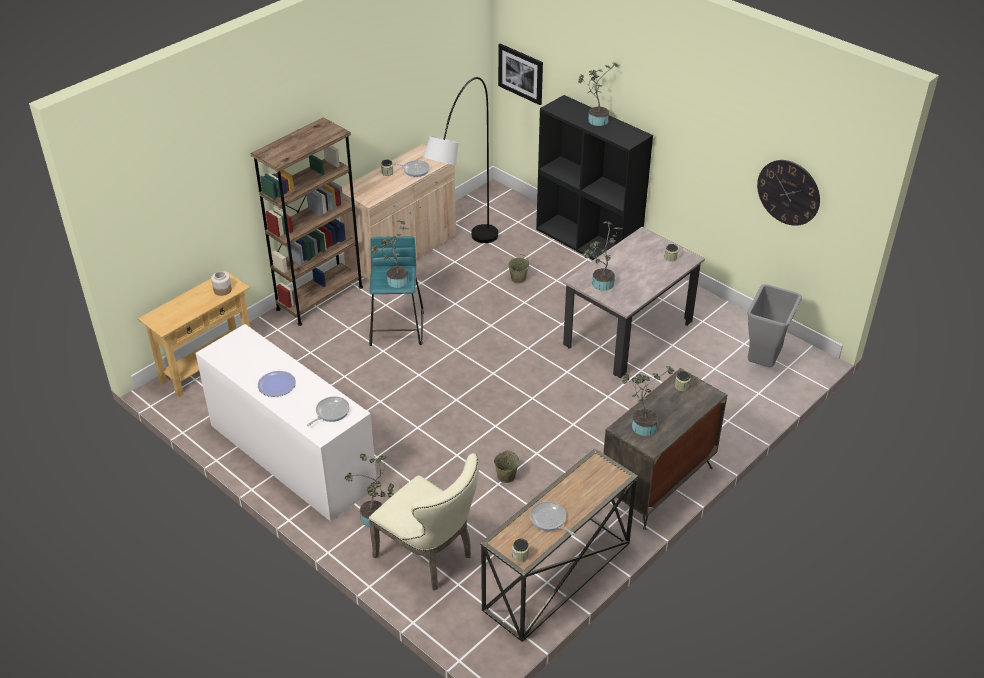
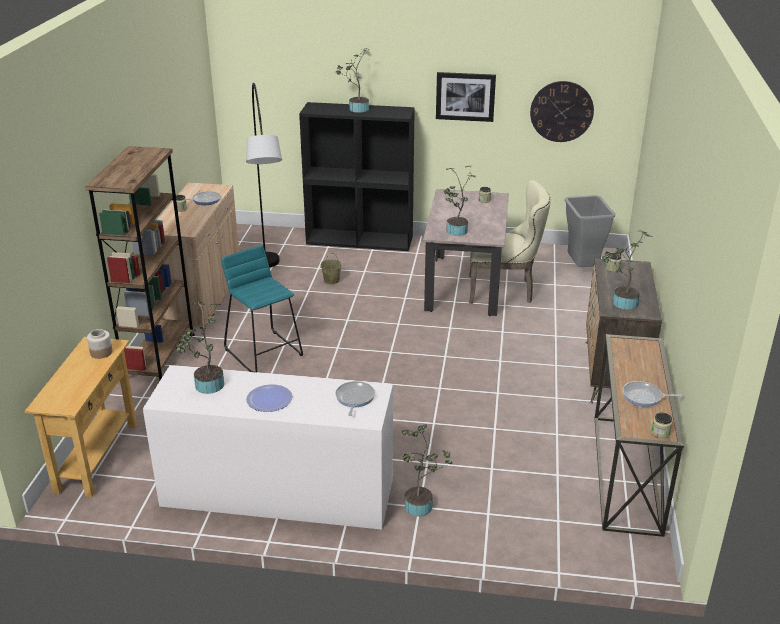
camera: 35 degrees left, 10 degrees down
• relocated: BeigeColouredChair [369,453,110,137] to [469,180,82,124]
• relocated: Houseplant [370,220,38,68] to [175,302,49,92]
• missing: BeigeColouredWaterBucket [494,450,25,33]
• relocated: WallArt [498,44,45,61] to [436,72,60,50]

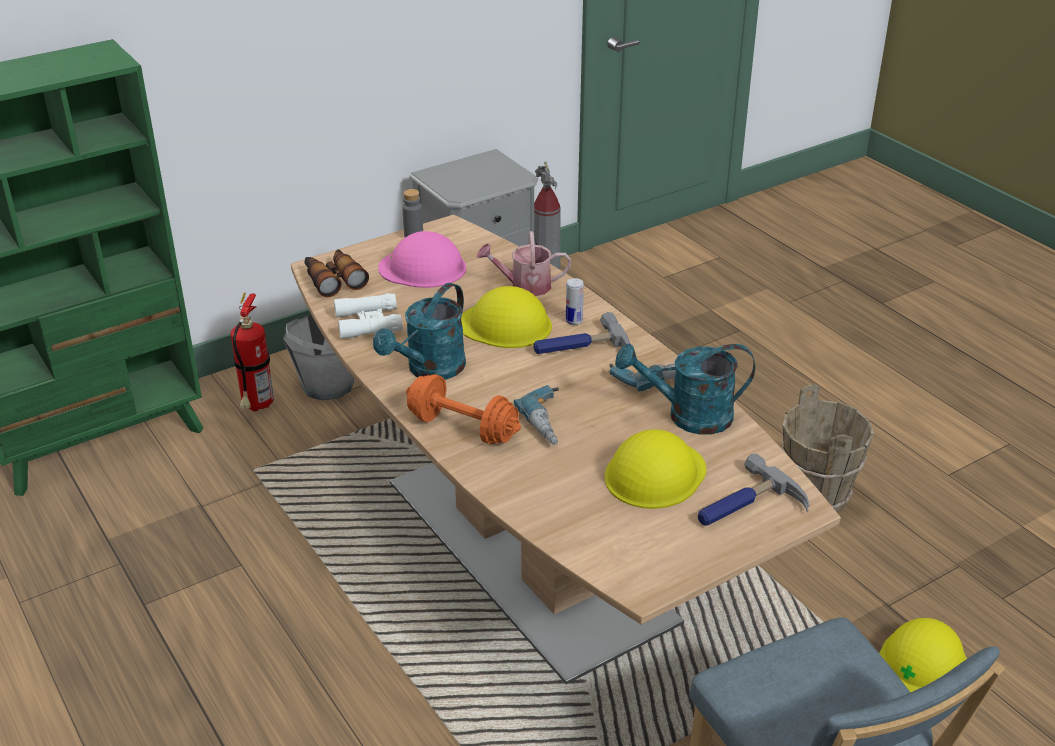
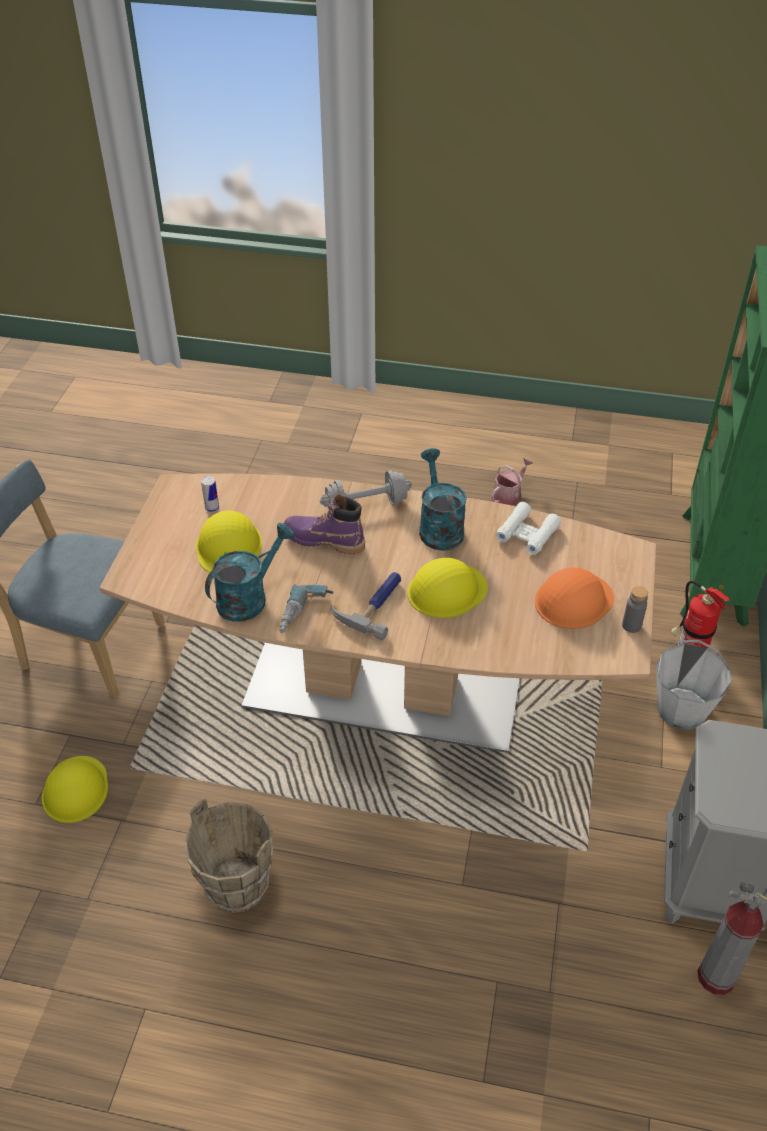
camera: 135 degrees right, 10 degrees up
• missing: Binoculars [305,249,64,48]
• colour: PinkishSafetyHelmet [378,231,88,57] to OrangeColouredSafetyHelmet [535,567,79,62]
• colour: OrangeColouredDumbbell [406,374,115,70] to GreyDumbbell [320,470,92,39]
• relocated: WateringPot [476,231,95,65] to [491,458,42,48]
• exchanged: ElectricDrill [514,385,45,60] to PurpleHighTopBoot [284,494,81,60]
• relocated: Can [566,278,18,47] to [201,476,18,36]
• missing: Hammer [698,454,111,71]

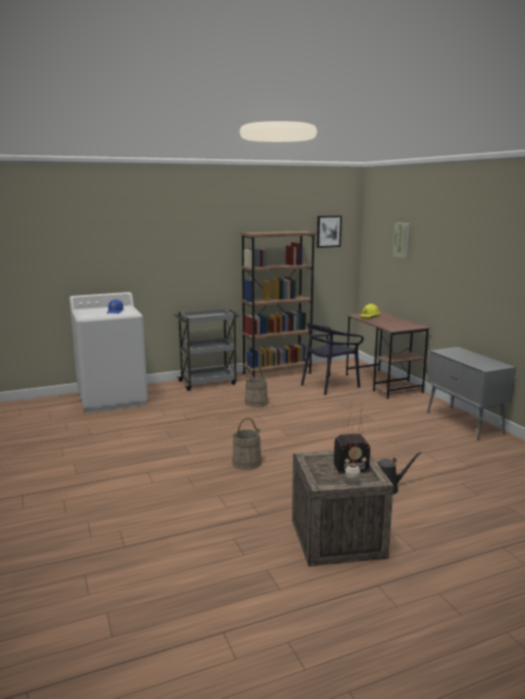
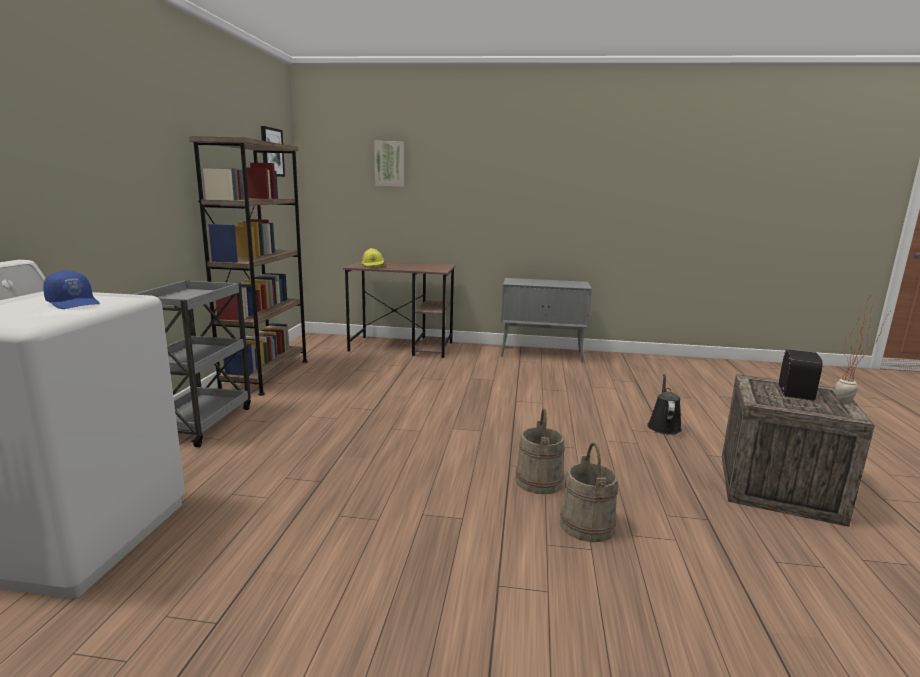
camera: 60 degrees left, 0 degrees up
• relocated: BeigeColouredWaterBucket [245,367,23,40] to [560,443,58,99]
• missing: BlackishChair [301,323,63,72]

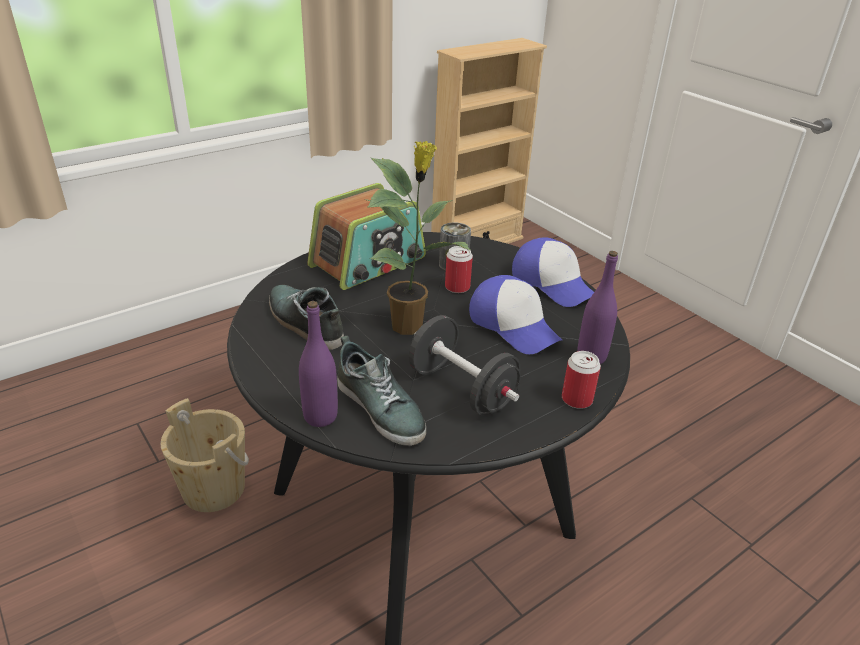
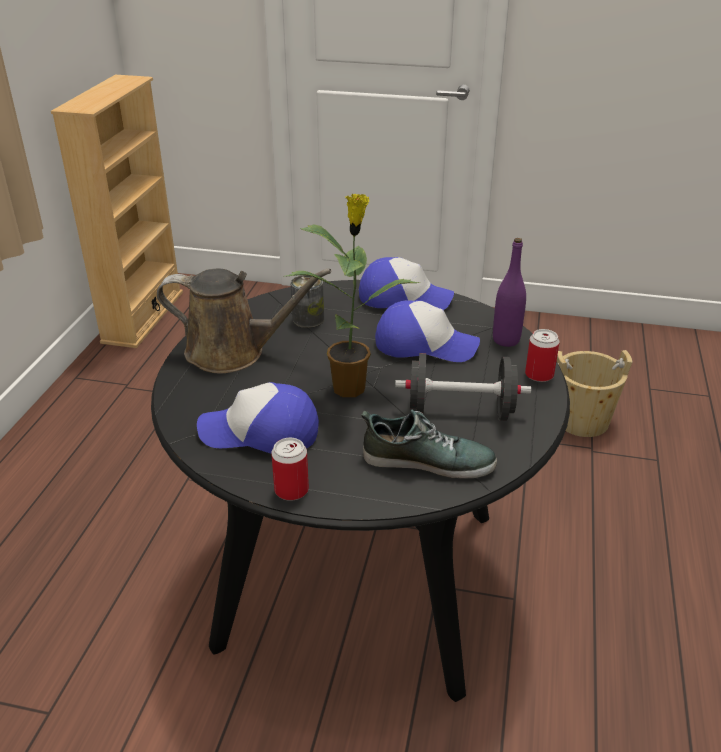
camera: 40 degrees left, 0 degrees up
• relocated: BeigeColouredWaterBucket [161,398,88,114] to [557,350,75,87]
• exchanged: LowShoe [269,285,75,65] to PeakedCap [197,382,122,71]
• missing: PurpleDrinkBottle [299,301,39,126]
• exchanged: RadioReceiver [307,183,119,107] to BrownColouredWateringPot [157,269,174,104]
• relocated: Can [445,246,28,47] to [271,438,38,63]

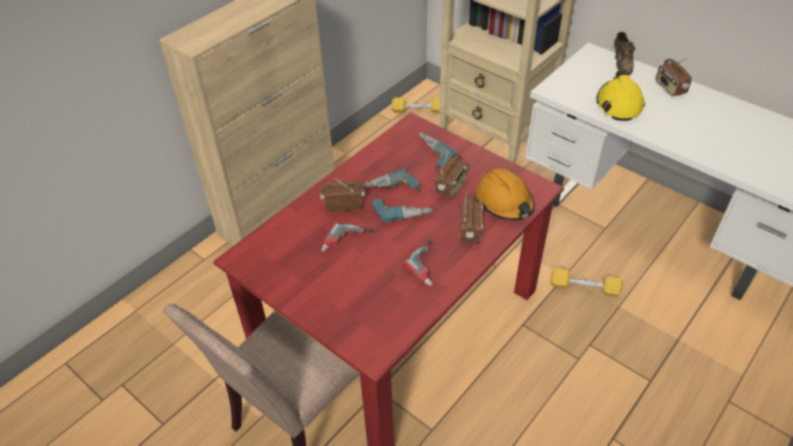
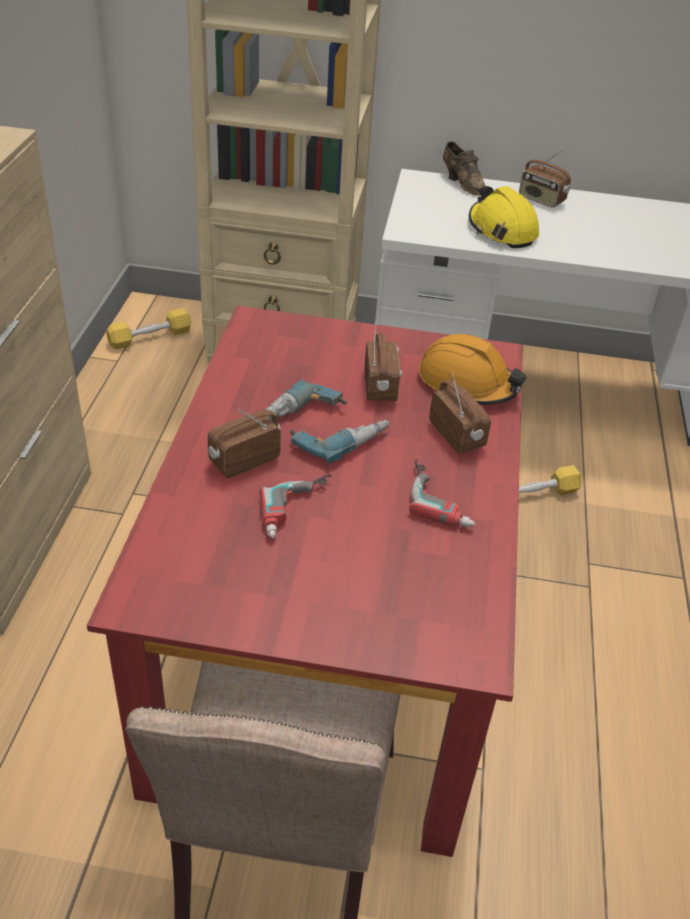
camera: 35 degrees left, 5 degrees down
• missing: ElectricDrill [419,133,38,36]

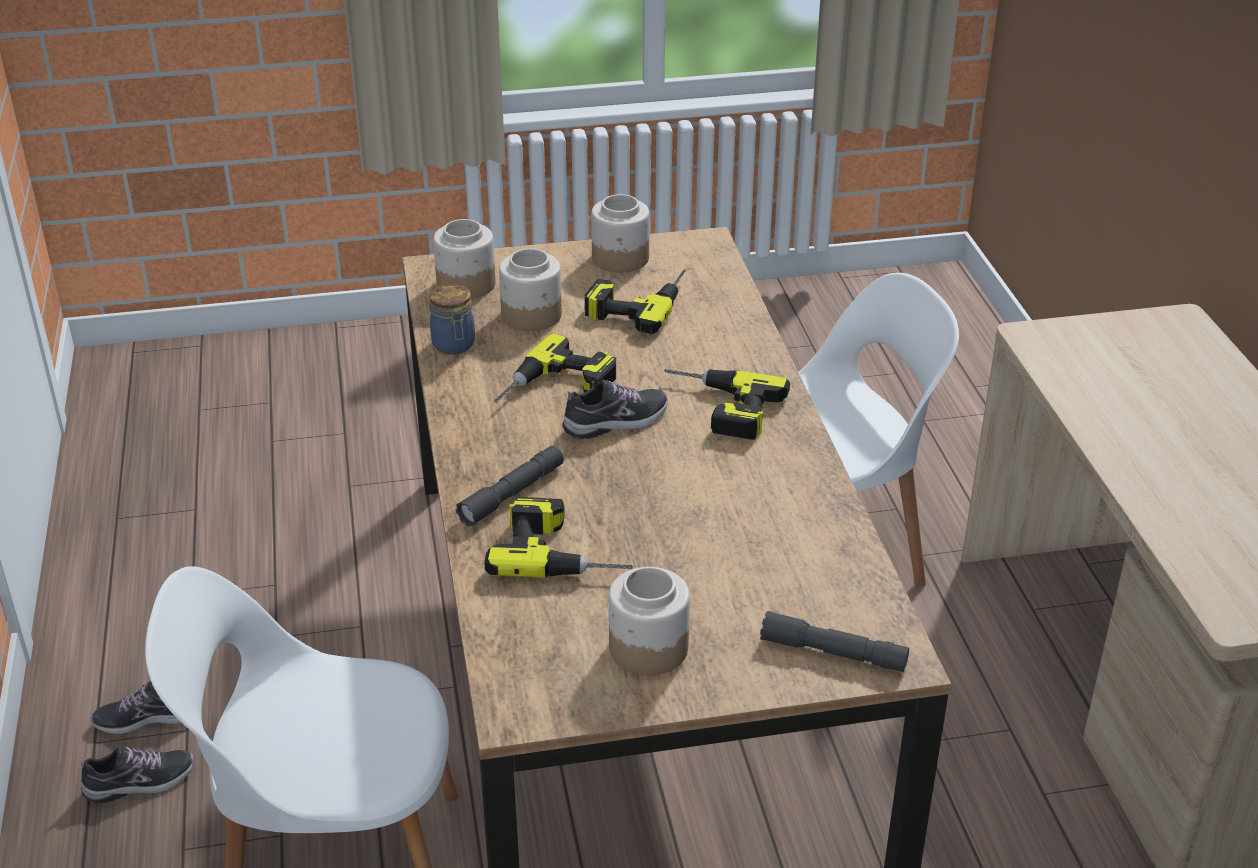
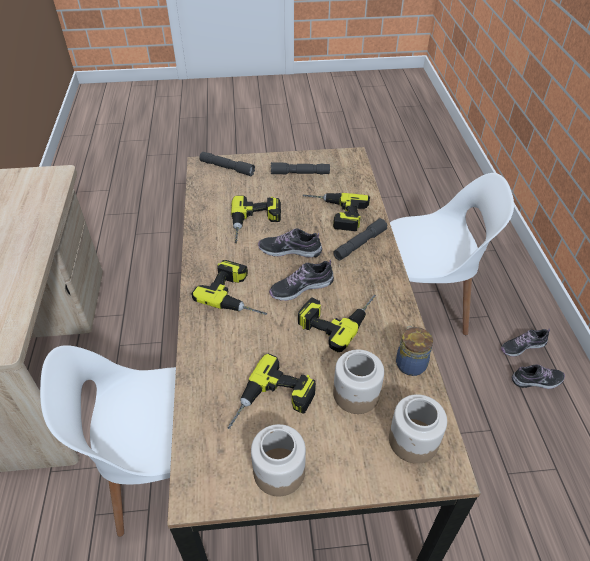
camera: 175 degrees left, 10 degrees up
• exchanged: PreserveJar [609,567,81,109] to GreyHandTorch [271,162,59,12]
• appeared: ElectricDrill [231,196,50,47]
• appeared: LowShoe [258,228,64,30]

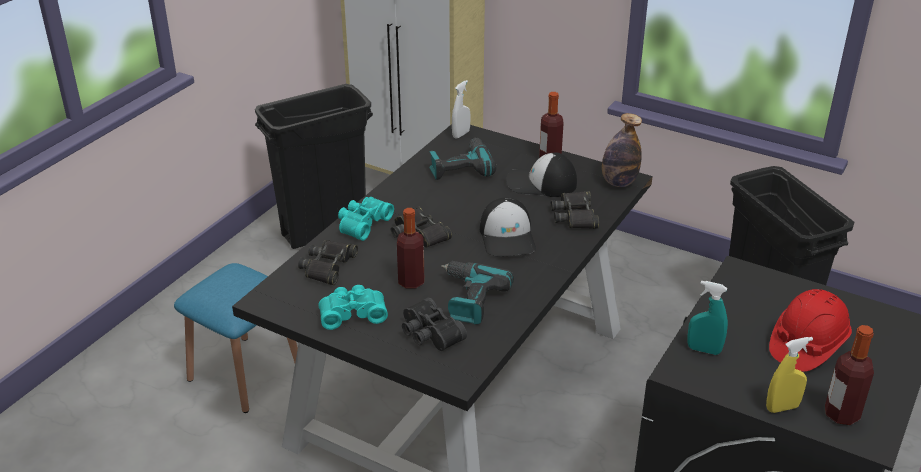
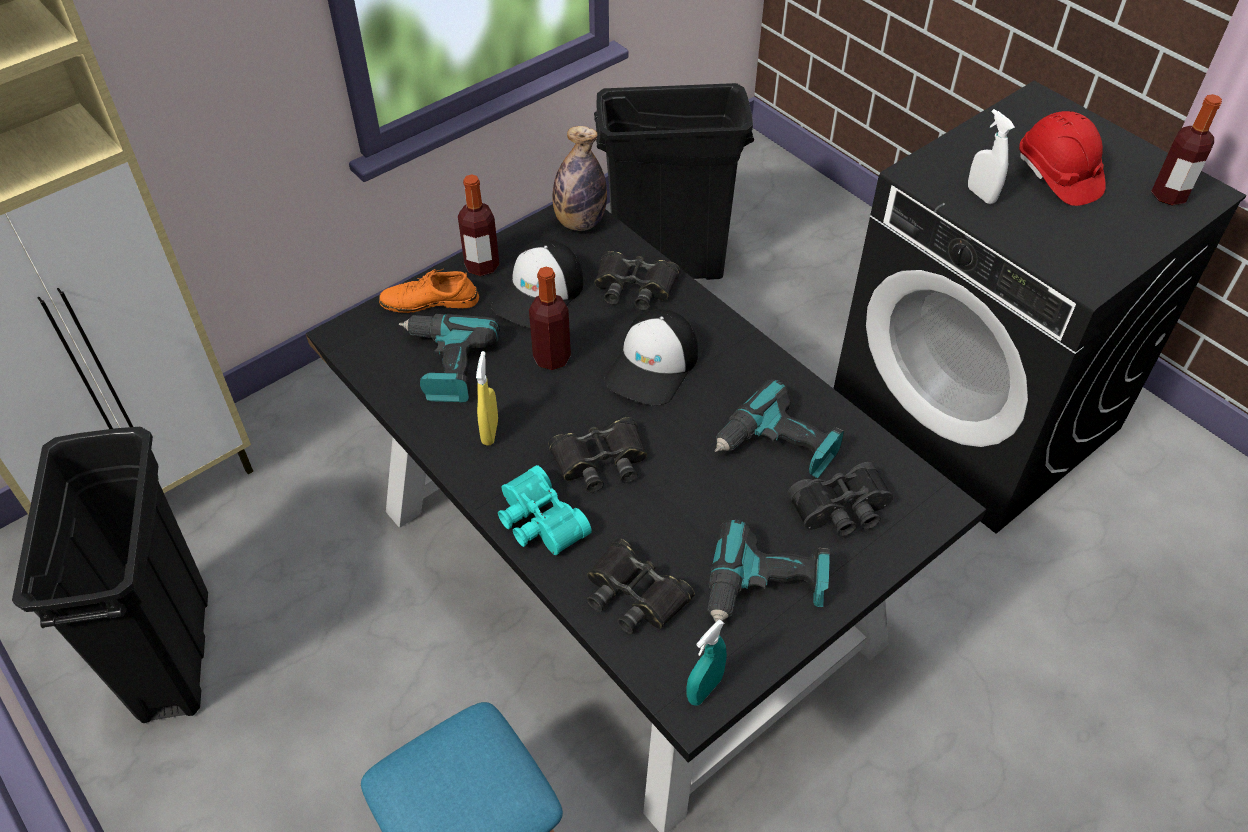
camera: 70 degrees left, 15 degrees up
• exchanged: TurquoiseBinoculars [319,285,69,45] to ElectricDrill [708,519,122,104]
• relocated: DrinkBottle [397,208,27,81] to [529,267,42,103]
• relocated: WhiteColouredSprayer [452,80,19,58] to [968,109,47,95]
• spun: PeakedCap [480,198,56,59] = [605,309,93,96] 105 degrees clockwise
• relocated: TurquoiseSprayer [687,281,41,74] to [686,619,41,87]
• relocated: YellowColouredSprayer [766,337,47,76] to [476,351,22,95]
• appeared: OrangeColouredLowShoe [379,269,100,44]

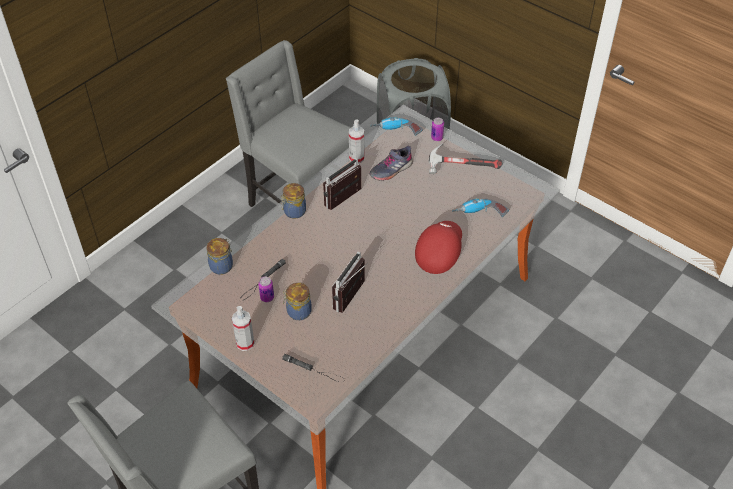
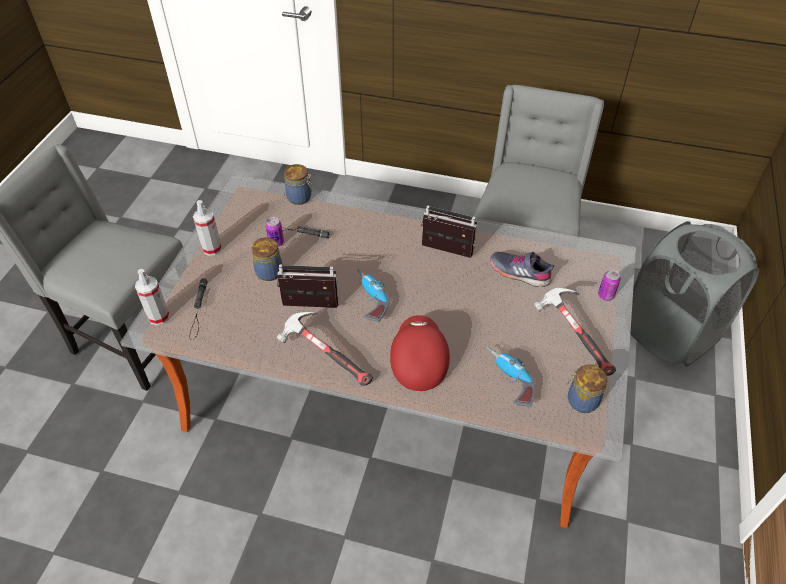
camera: 65 degrees right, 0 degrees up
• relocated: PreserveJar [281,183,25,36] to [567,364,40,49]
• relocated: Sprayer [349,120,15,43] to [135,269,35,56]
• relocated: ElectricDrill [371,117,52,19] to [357,269,33,53]
• spun: ReddishPeakedCap [415,221,47,53] = [390,315,60,76] 90 degrees counterclockwise
• appeared: Hammer [277,312,96,74]

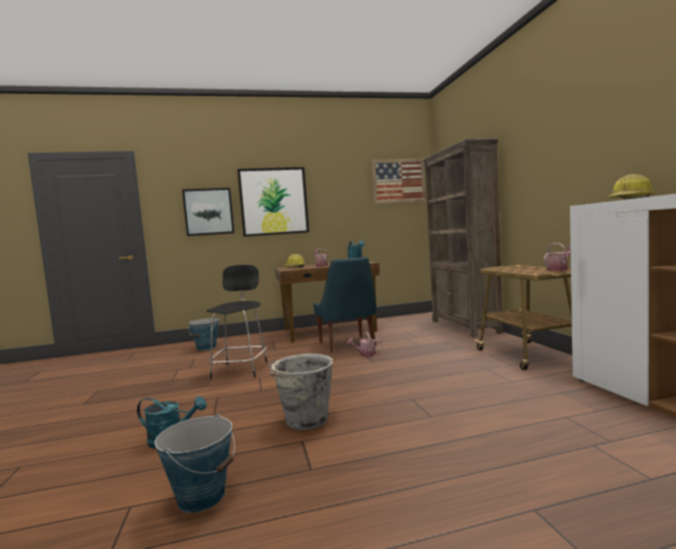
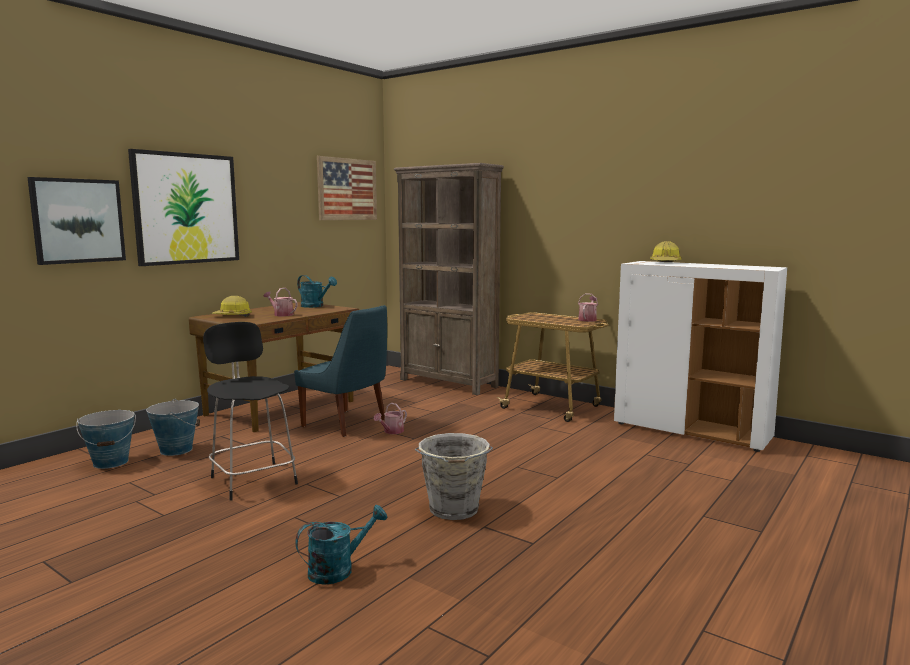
camera: 40 degrees left, 5 degrees up
• relocated: WaterBucket [155,414,80,99] to [146,399,54,57]

